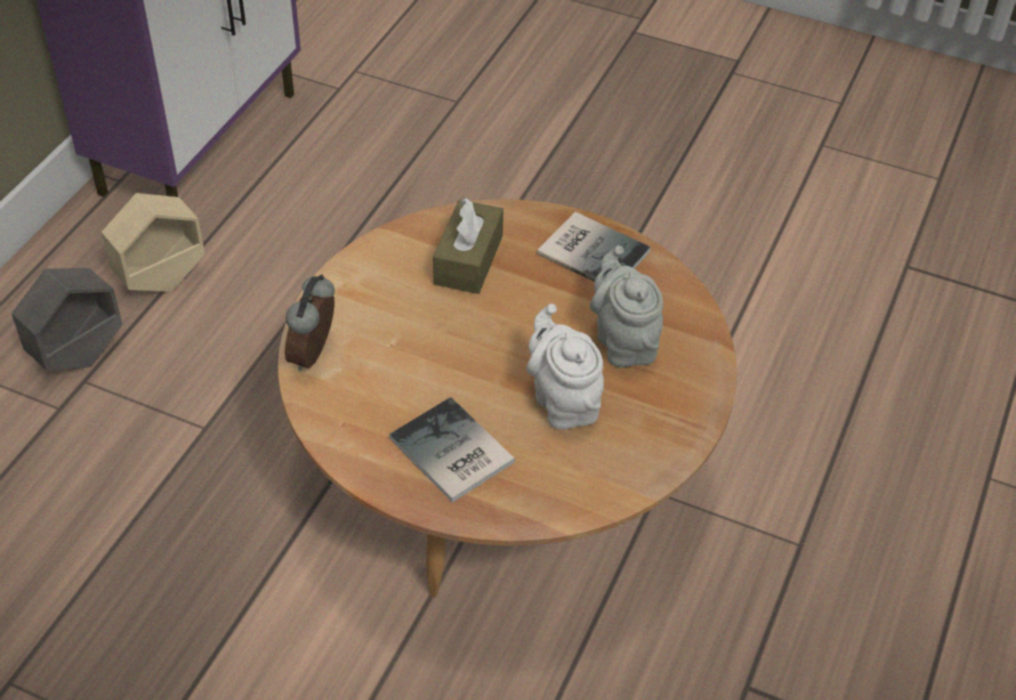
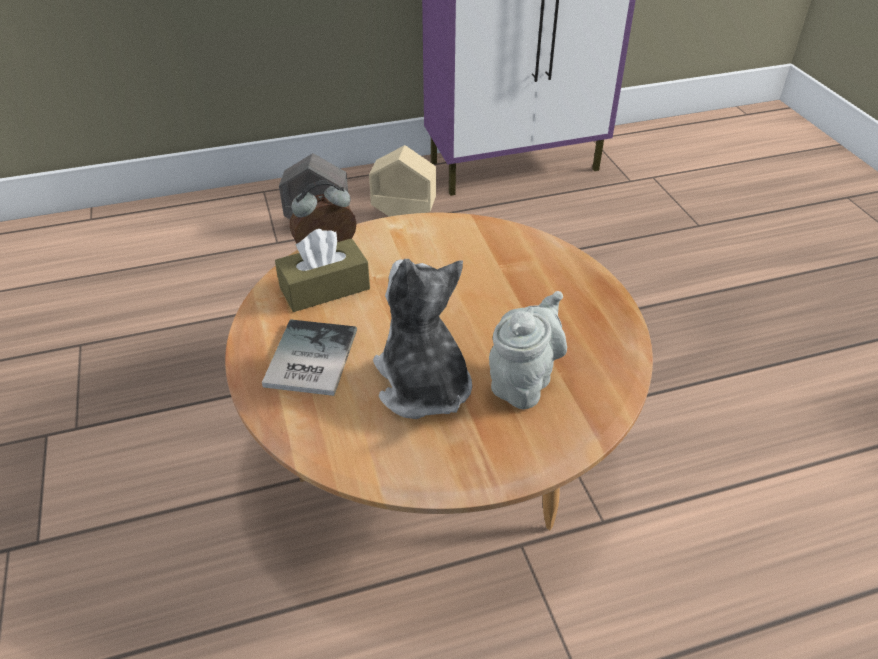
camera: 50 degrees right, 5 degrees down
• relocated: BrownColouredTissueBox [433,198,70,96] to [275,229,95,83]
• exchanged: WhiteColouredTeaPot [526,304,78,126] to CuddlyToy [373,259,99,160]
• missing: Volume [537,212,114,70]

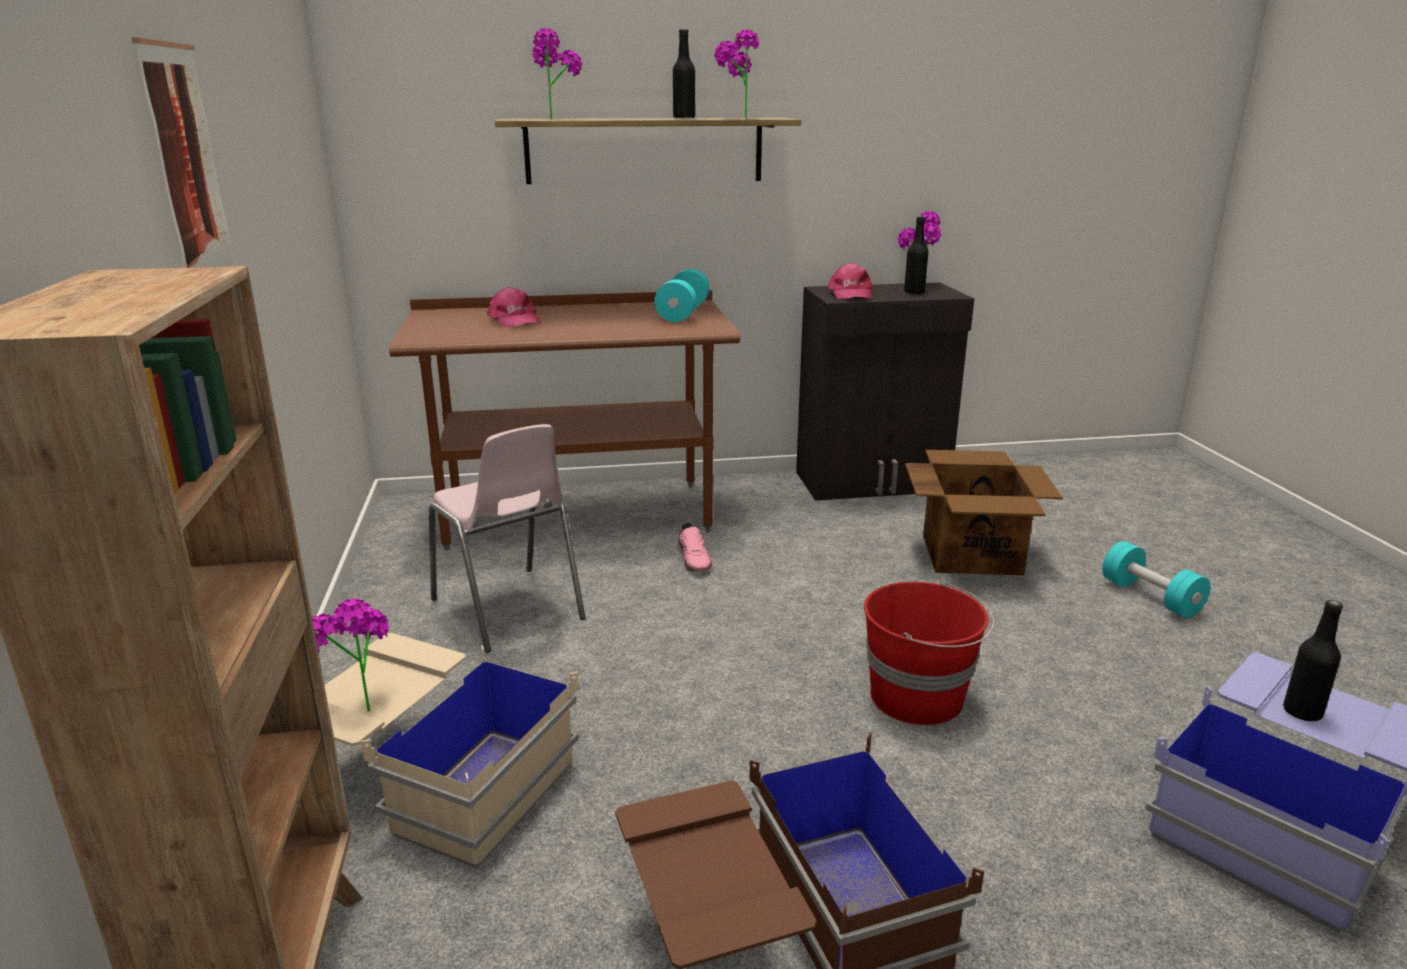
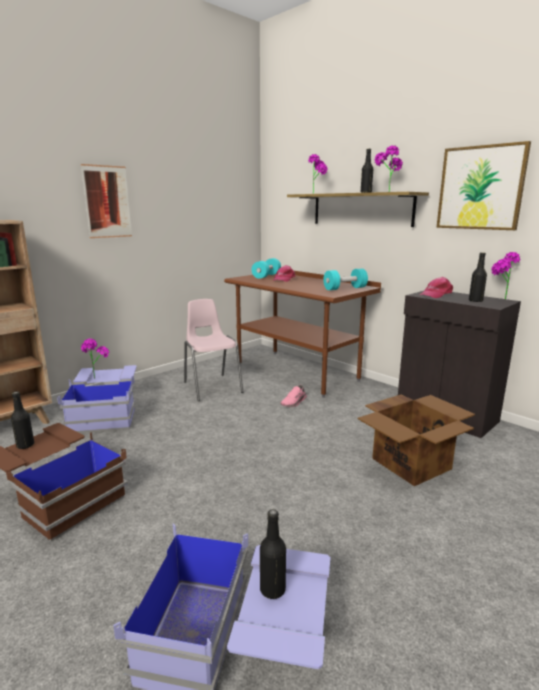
camera: 55 degrees right, 5 degrees down
• colour: BeigeColouredStorageBox [325,633,254,235] to BluishStorageBox [57,365,80,68]
• spun: PinkishChair [429,424,157,229] = [184,299,59,102] 135 degrees clockwise
• missing: ReddishWaterBucket [864,581,130,144]
• relocated: TurquoiseDumbbell [1102,541,108,77] to [252,258,29,21]
• appeared: BlackishDrinkBottle [11,392,23,57]
• appeared: WallArt [436,141,95,89]

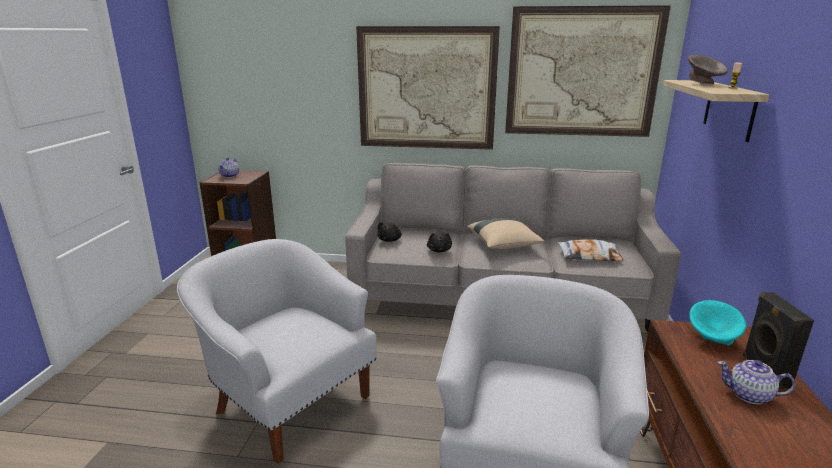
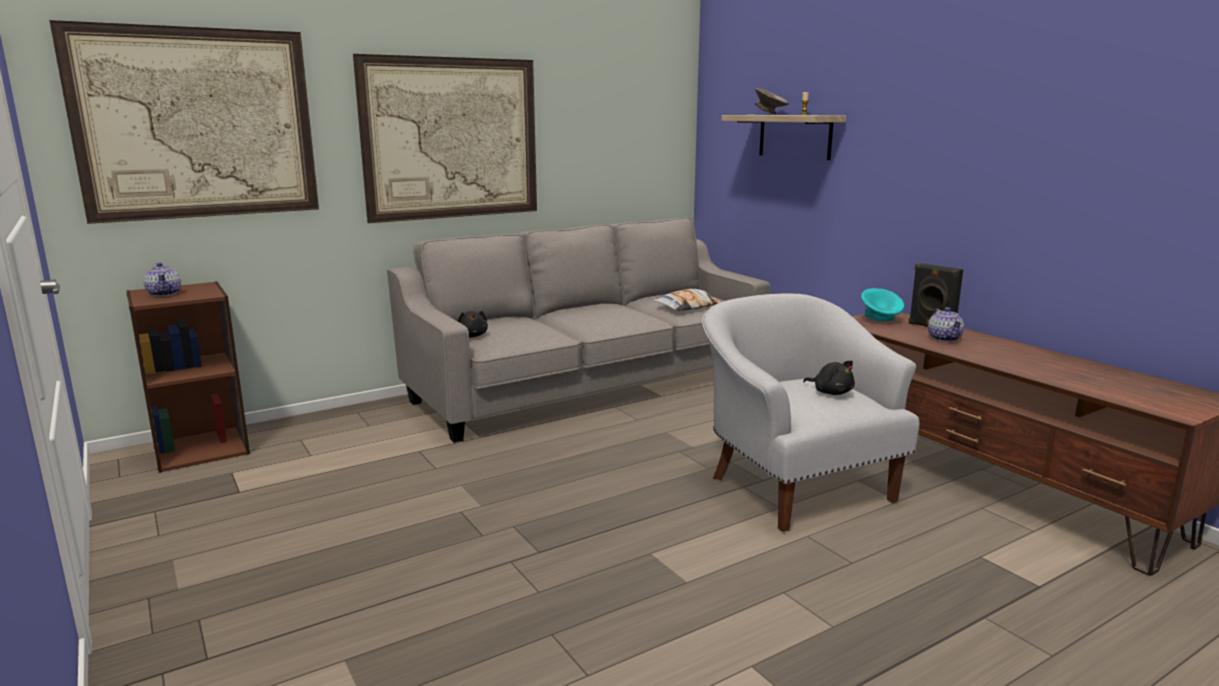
camera: 40 degrees left, 5 degrees down
• missing: WhiteColouredArmchair [177,239,200,225]
• relocated: BlackishCuddlyToy [427,232,25,20] to [803,360,52,35]
• missing: BeigeColouredCushion [467,218,78,31]
• relocated: WallArt [505,5,166,132] to [49,20,270,204]
• spun: TeaPot [717,360,79,44] = [928,307,36,35] 75 degrees counterclockwise

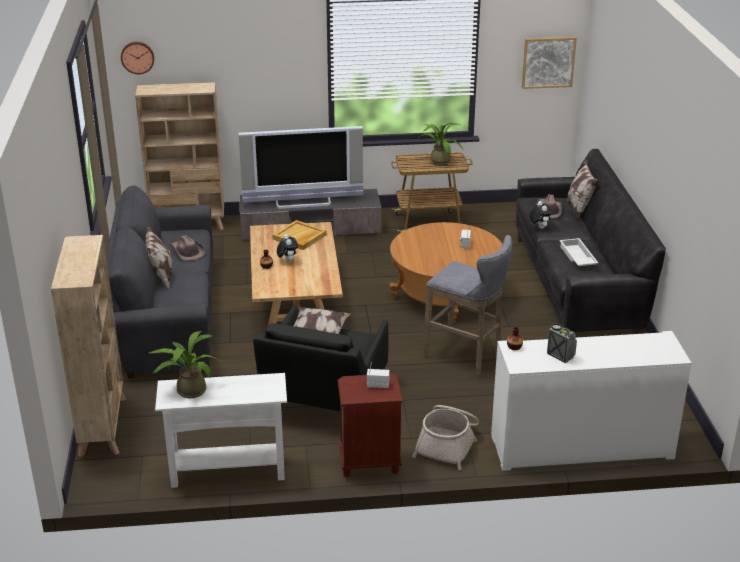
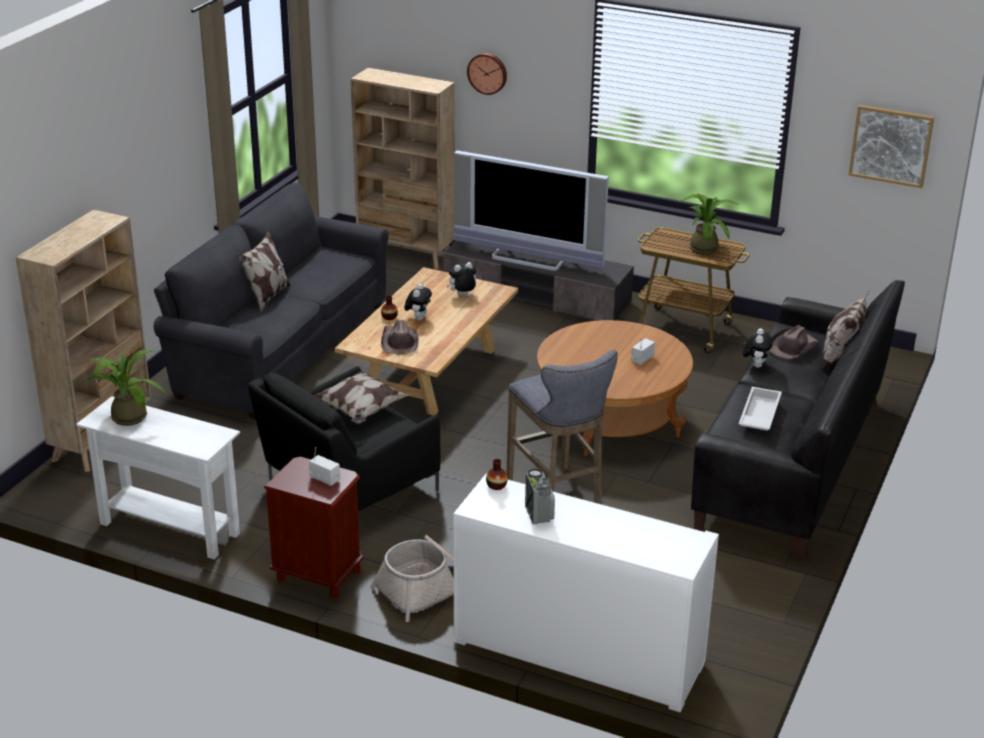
camera: 30 degrees right, 0 degrees up
• relocated: ClockOnTheWall [121,42,33,32] to [467,53,40,42]
• relocated: BrownColouredClothingHat [170,235,35,26] to [381,319,37,35]
• exchanged: BeigeColouredTray [273,220,54,30] to CuddlyToy [446,262,30,33]

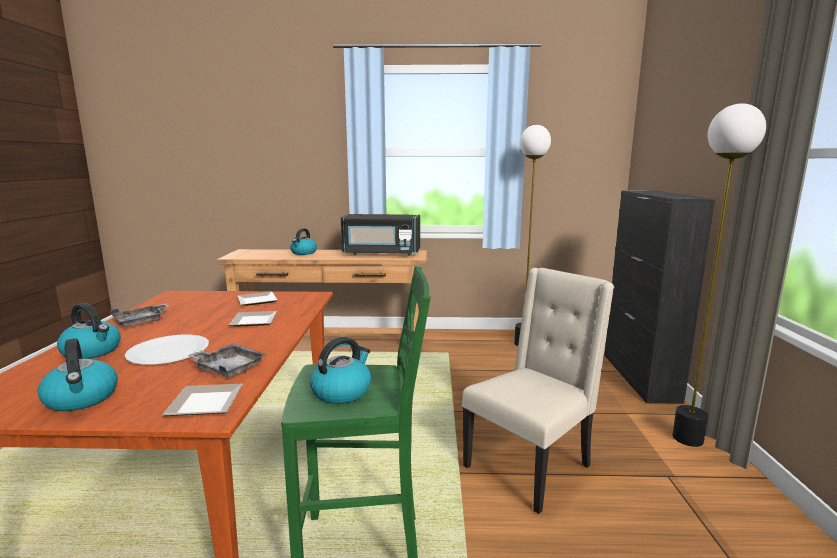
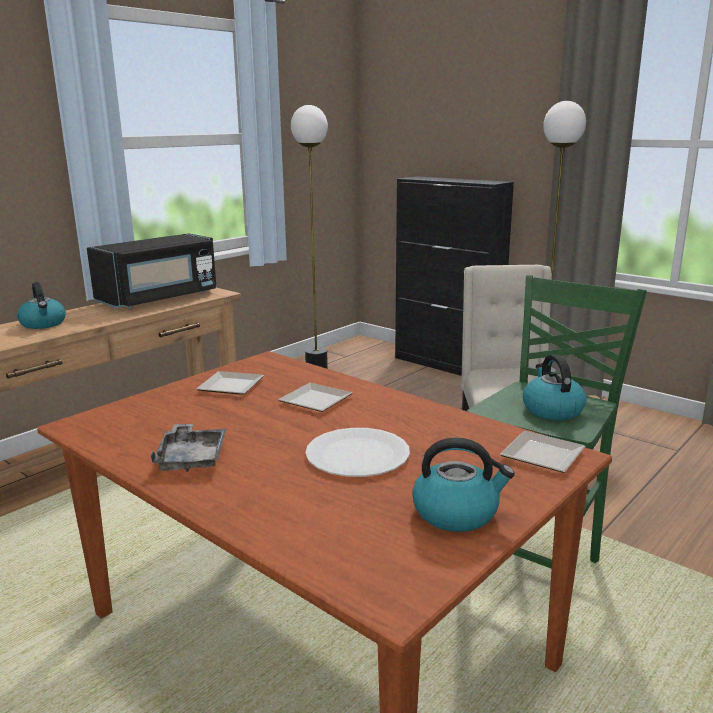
camera: 50 degrees left, 5 degrees up
• missing: TeaKettle [57,303,64,56]
• missing: GreyTray [187,343,79,35]

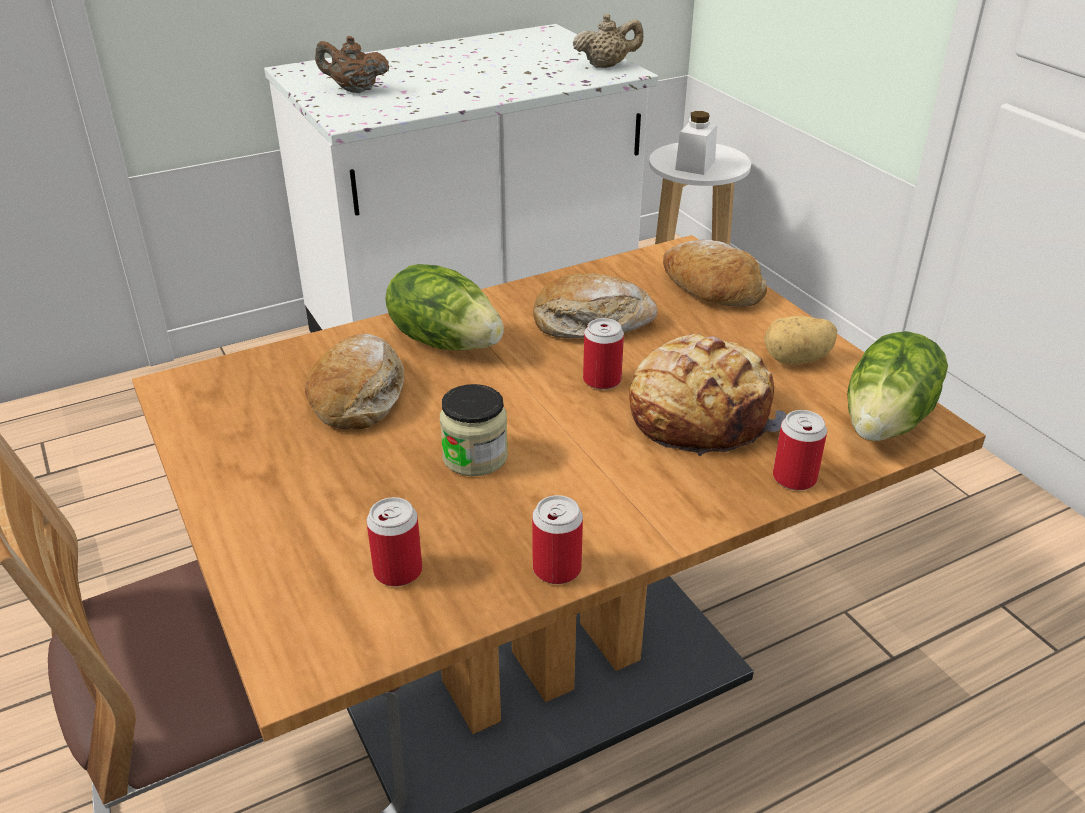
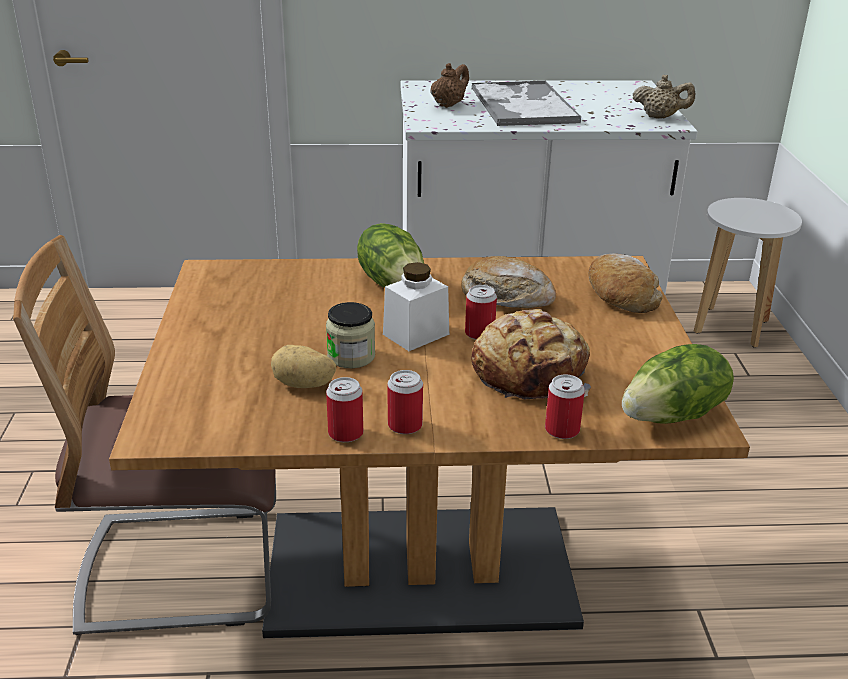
camera: 25 degrees right, 5 degrees down
• missing: BakedBread [305,334,99,95]
• spun: BrownColouredTeaPot [315,36,74,57] = [430,63,39,45] 90 degrees clockwise
• relocated: Can [367,497,55,90] to [387,370,36,64]
• relocated: WhiteColouredPreserveJar [675,111,42,64] to [383,262,66,89]
• relocated: WholePotato [764,315,73,49] to [271,345,65,43]
• appeared: Tray [471,81,110,45]

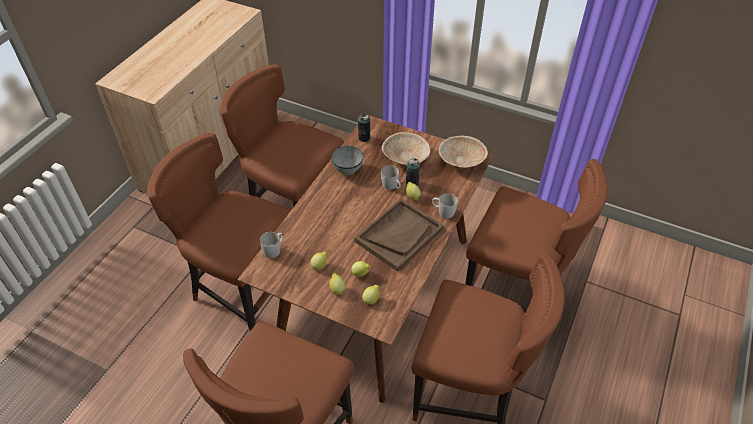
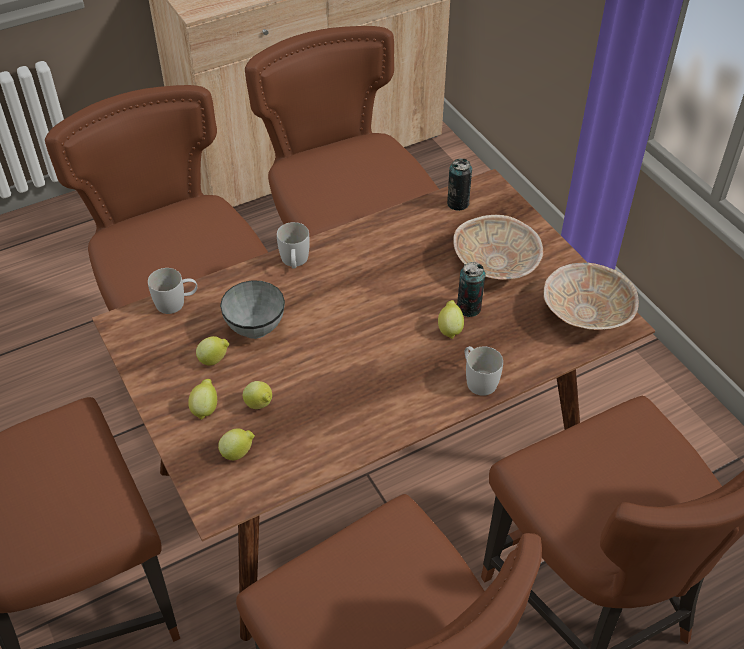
camera: 35 degrees right, 0 degrees up
• relocated: GreyBowl [331,146,32,29] to [220,280,65,59]
• missing: BrownColouredTray [355,198,89,74]
• relocated: WhiteColouredCoffeeMug [381,165,20,25] to [277,222,33,47]

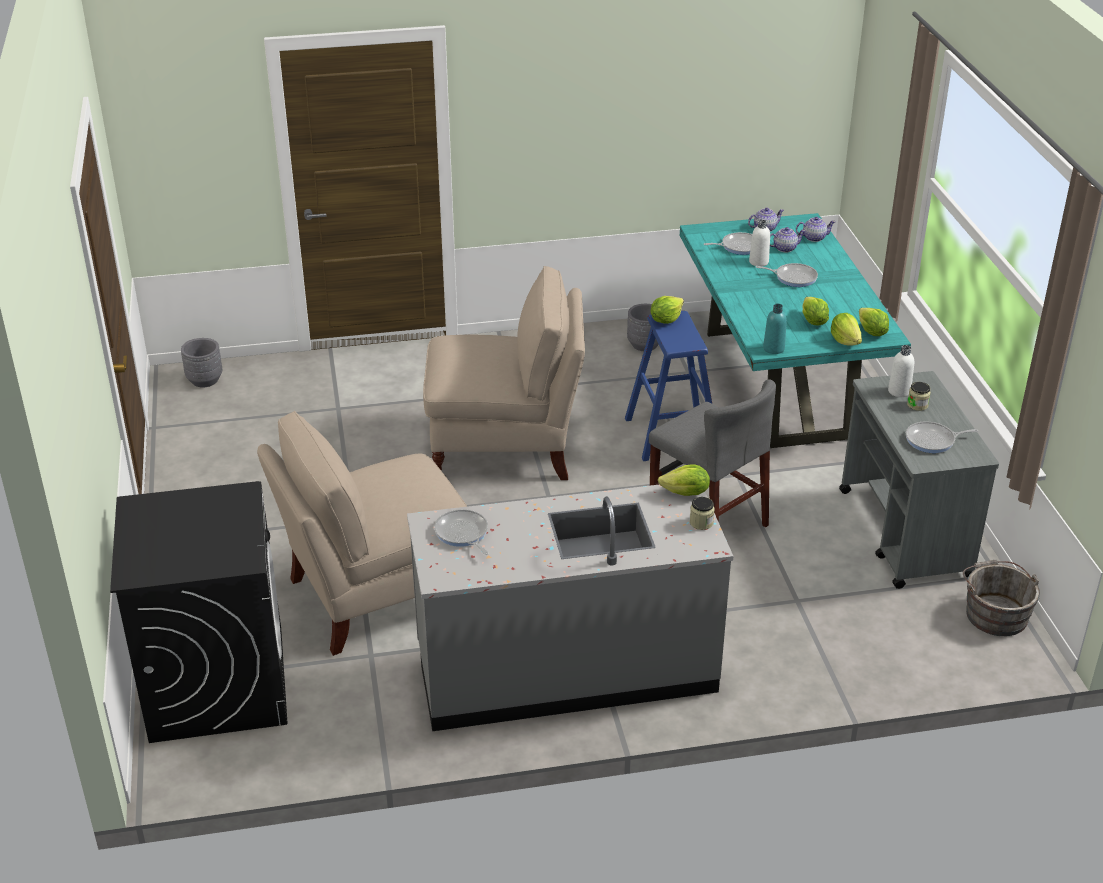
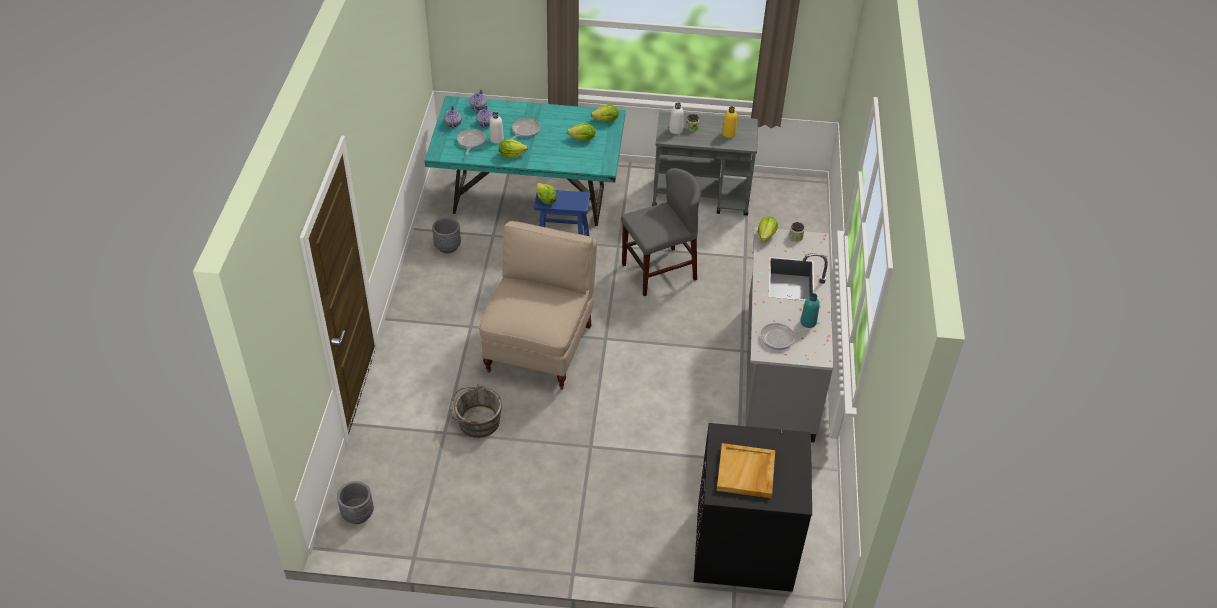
camera: 75 degrees left, 10 degrees up
• missing: BeigeColouredChair [257,411,210,245]
• relocated: TurquoiseDrinkBottle [763,304,24,50] to [800,293,20,35]
• relocated: Lettuce [831,313,31,33] to [499,139,29,19]
• exchanged: Pan [906,421,72,32] to YellowColouredDrinkBottle [722,106,15,32]
• relocated: GreyWaterBucket [963,560,77,76] to [449,384,53,54]
• appeared: BeigeColouredTray [717,443,58,55]

